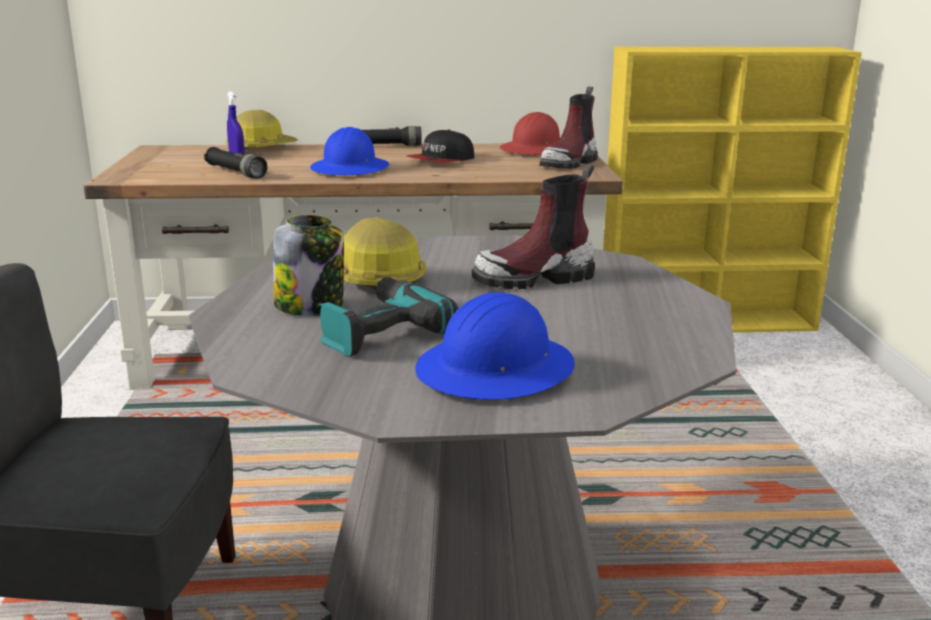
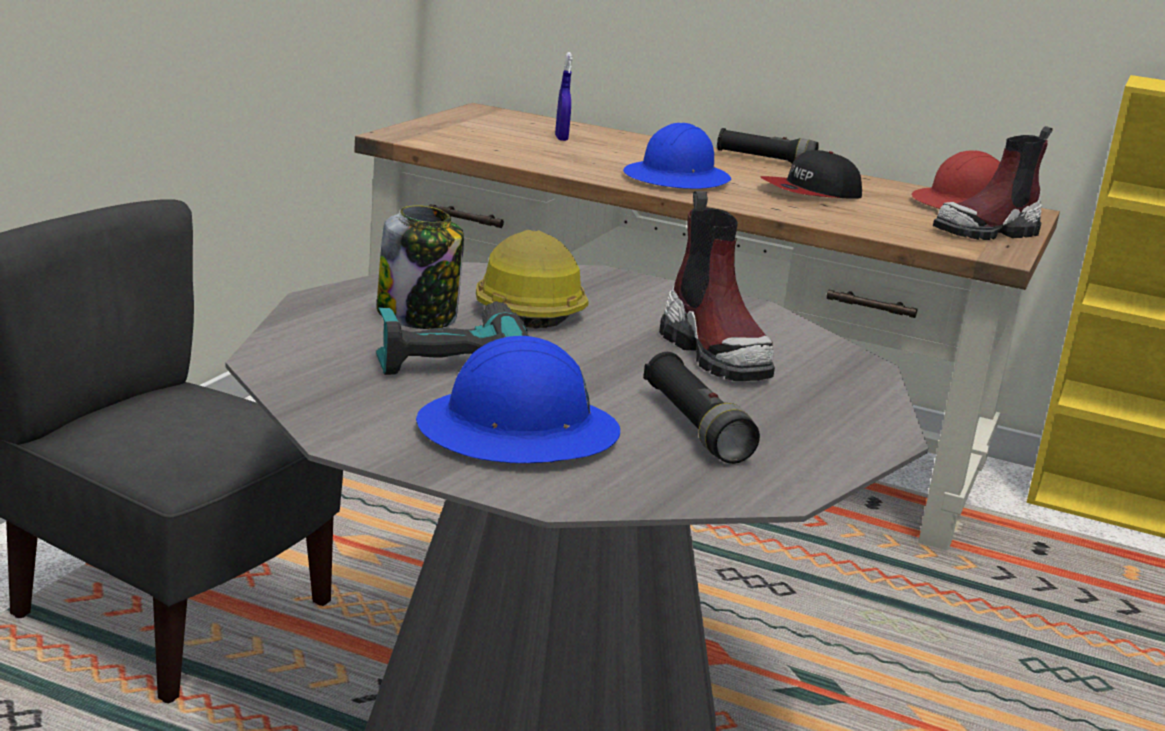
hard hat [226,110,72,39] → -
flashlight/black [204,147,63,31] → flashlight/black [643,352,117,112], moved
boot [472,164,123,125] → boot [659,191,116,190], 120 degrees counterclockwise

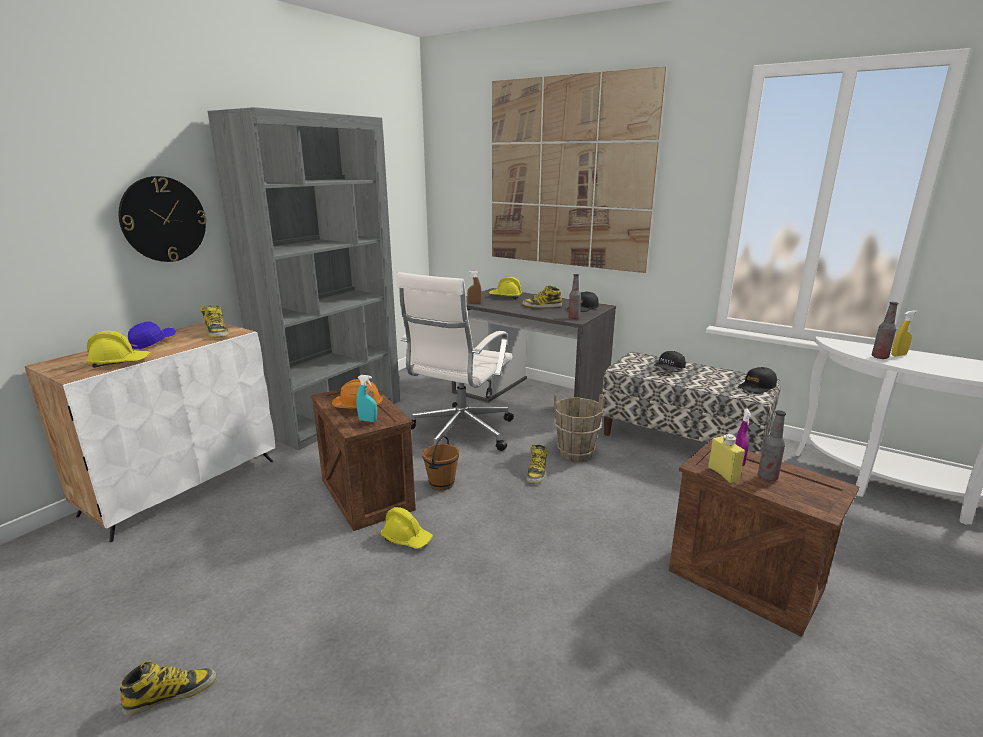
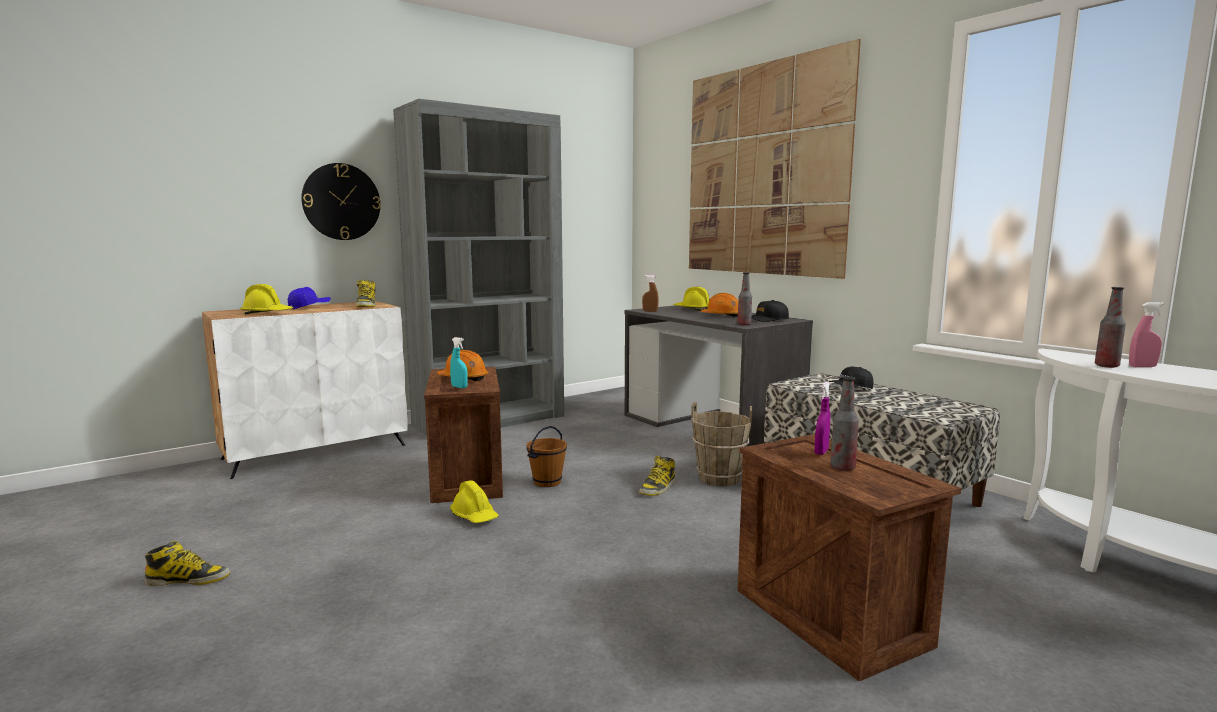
office chair/white [397,272,117,179] → -
bottle/yellow [708,434,37,49] → -
cap/black [738,367,39,27] → -
boot [522,285,40,23] → hard hat/orange [700,293,38,25]
spray bottle/yellow [891,310,26,46] → spray bottle/pink [1129,302,35,65]

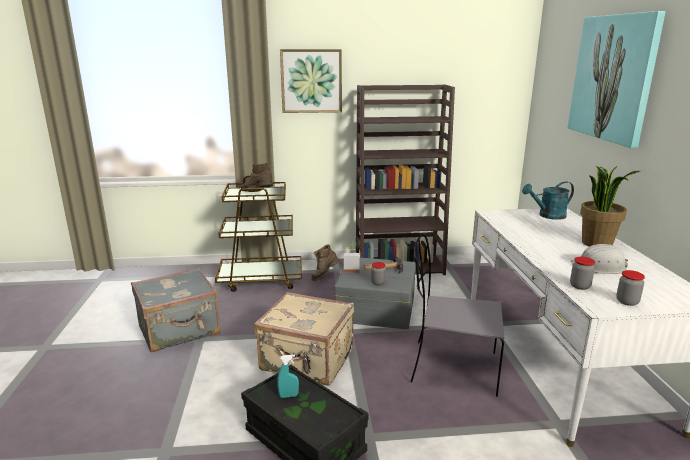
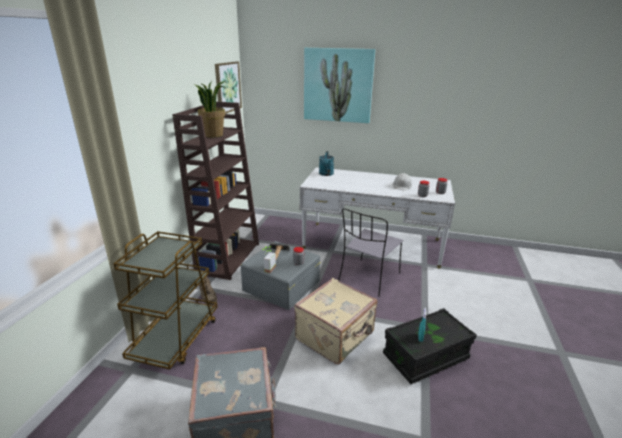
boot/brown [241,163,32,29] → -
picture [280,49,62,64] → picture [215,61,27,53], moved
potted plant [580,166,60,81] → potted plant [195,81,30,56], moved

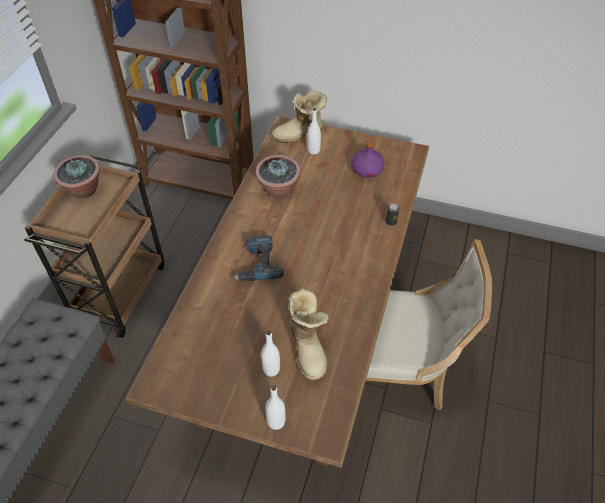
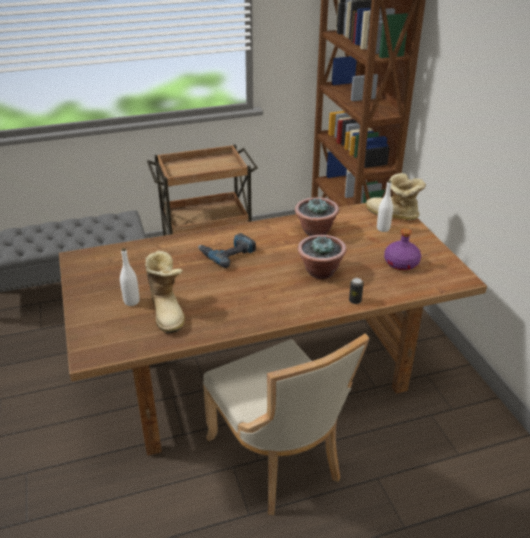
bottle/white [265,385,21,45] → -
potted plant [53,155,47,43] → potted plant [297,235,49,44], moved
boot [289,288,40,92] → boot [145,250,40,83], 60 degrees counterclockwise

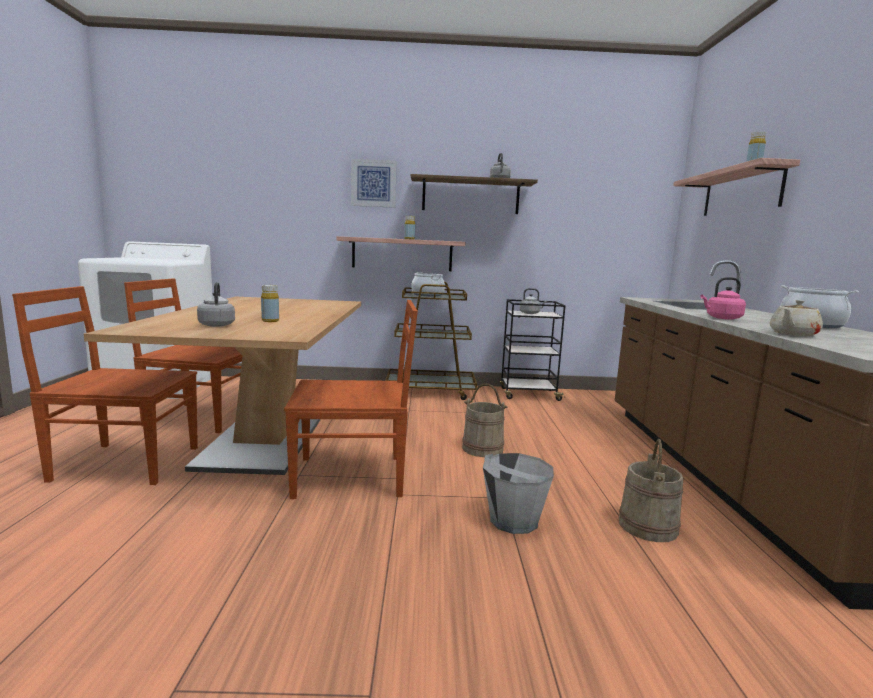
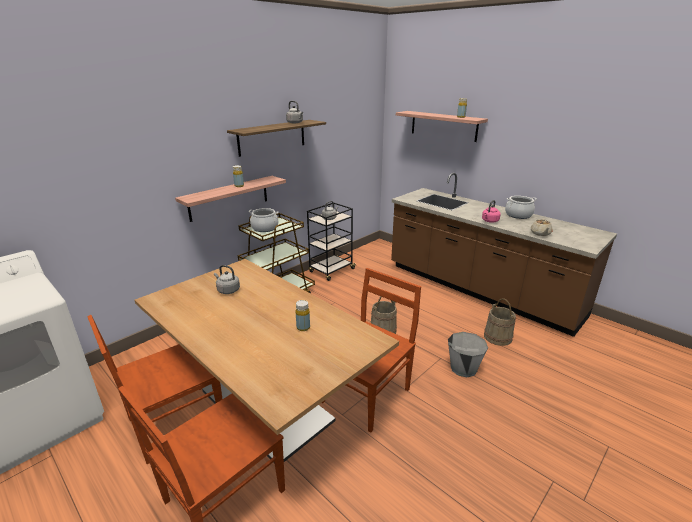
picture [351,159,46,49] → -
kettle/grey [197,282,38,45] → kettle/grey [214,265,26,29], moved

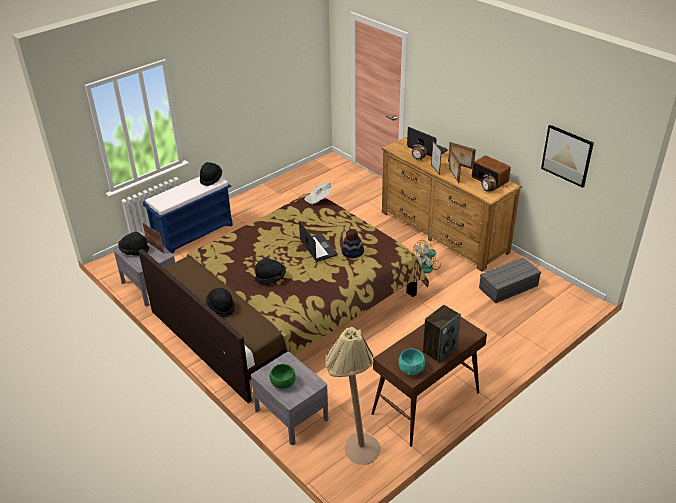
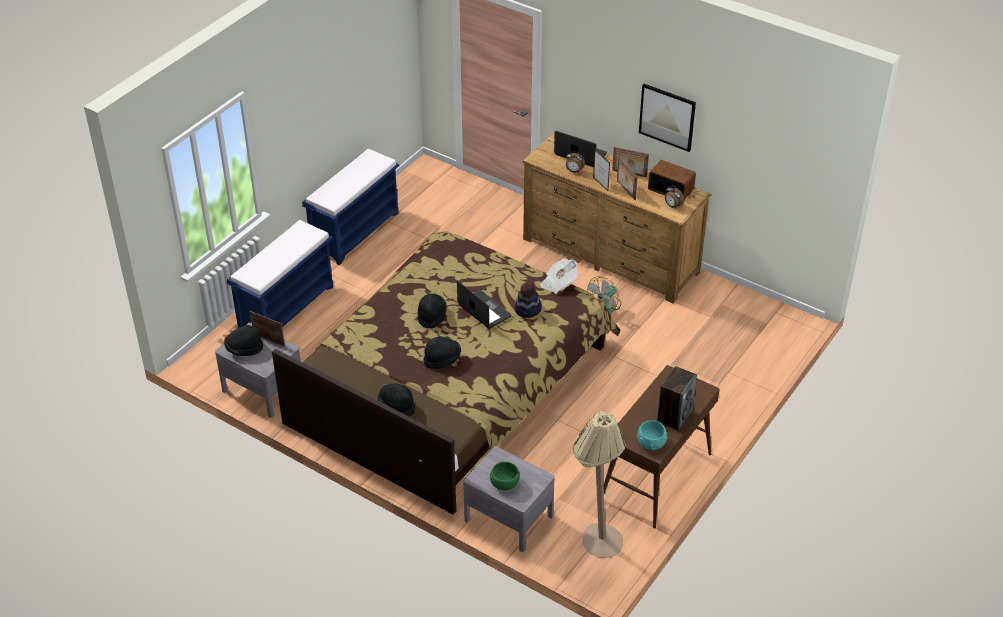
storage box/grey [479,257,62,46] → -
- → bench/blue [302,149,97,116]
hat/black [200,162,22,24] → hat/black [418,293,28,36], moved
newspaper [304,182,28,23] → newspaper [540,258,38,36], moved
picture [541,125,53,63] → picture [639,84,57,68], moved

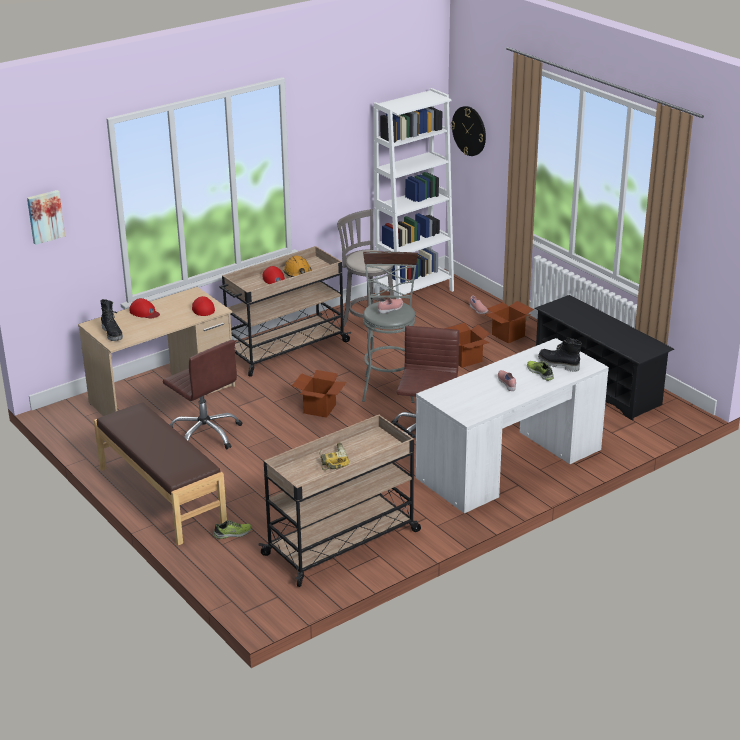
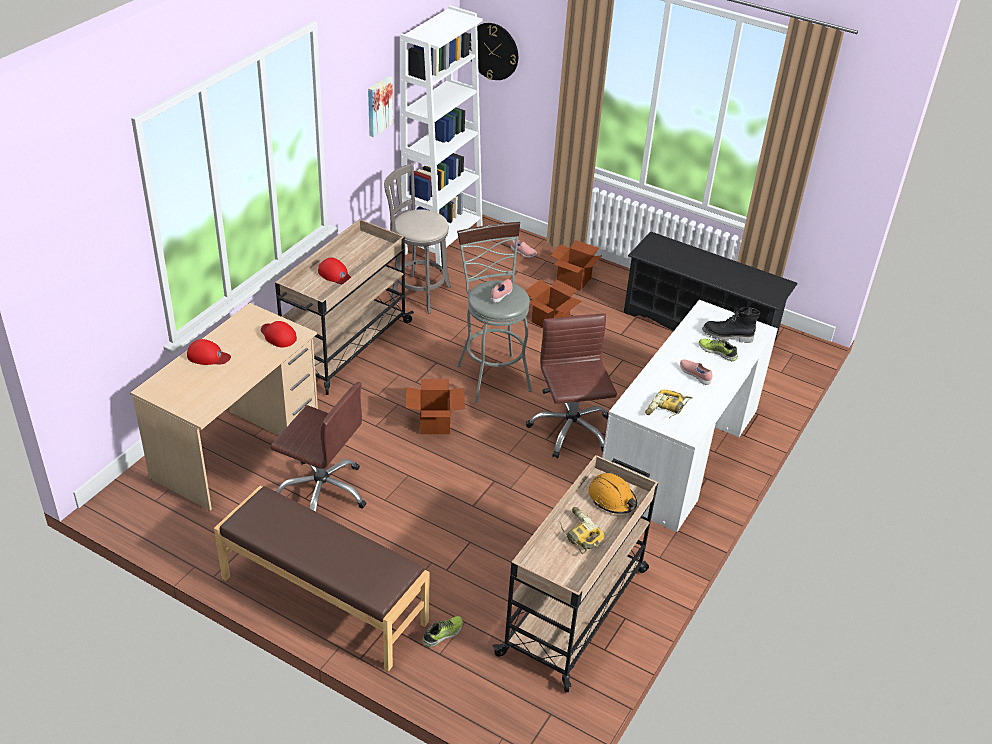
boot/black [100,299,23,42] → -
- → power drill [645,390,48,28]
picture [27,190,38,55] → picture [368,76,25,61], moved
hard hat/orange [284,256,28,21] → hard hat/orange [588,472,49,42], moved

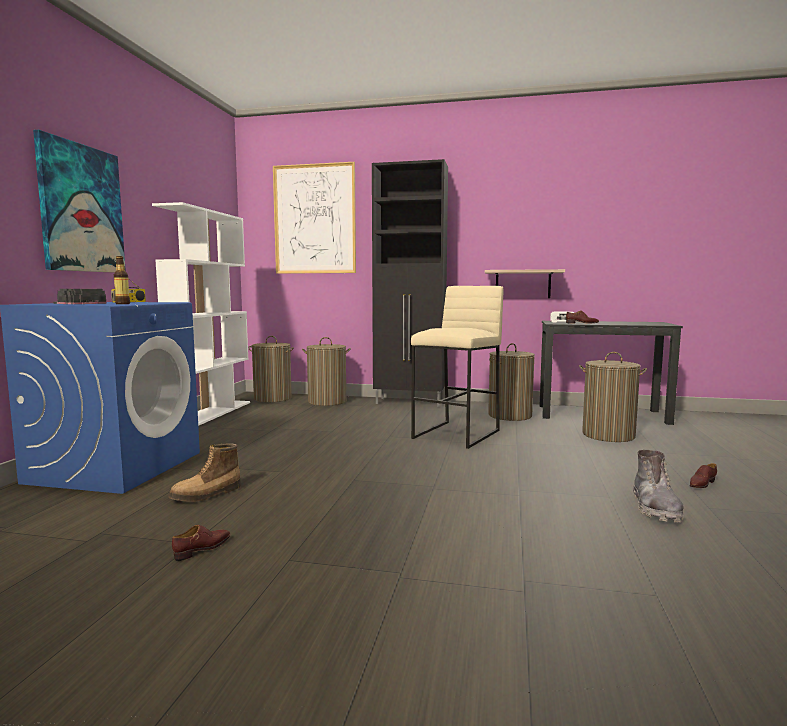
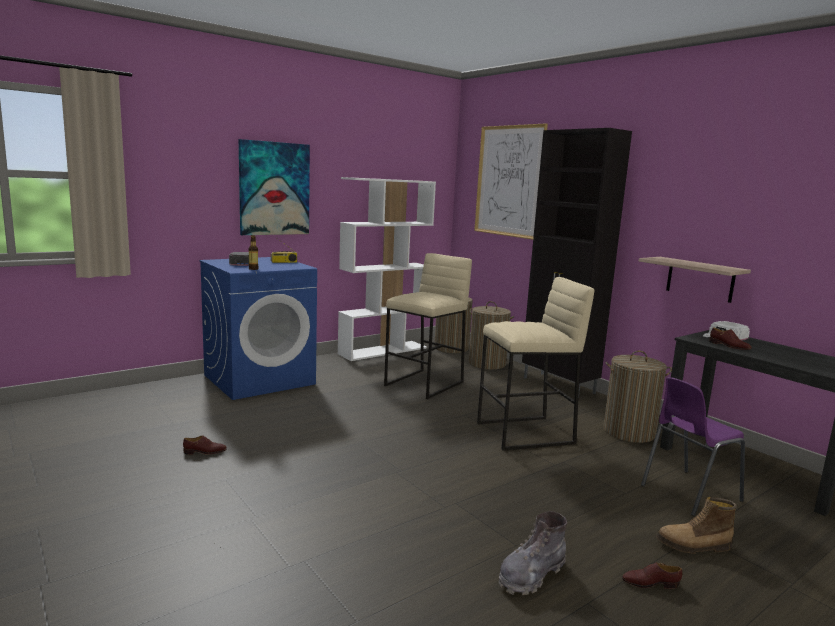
- → stool/beige [384,253,88,146]
boot [168,443,73,59] → boot [656,497,81,57], moved
laundry basket [579,352,68,90] → chair/purple [641,377,104,139]

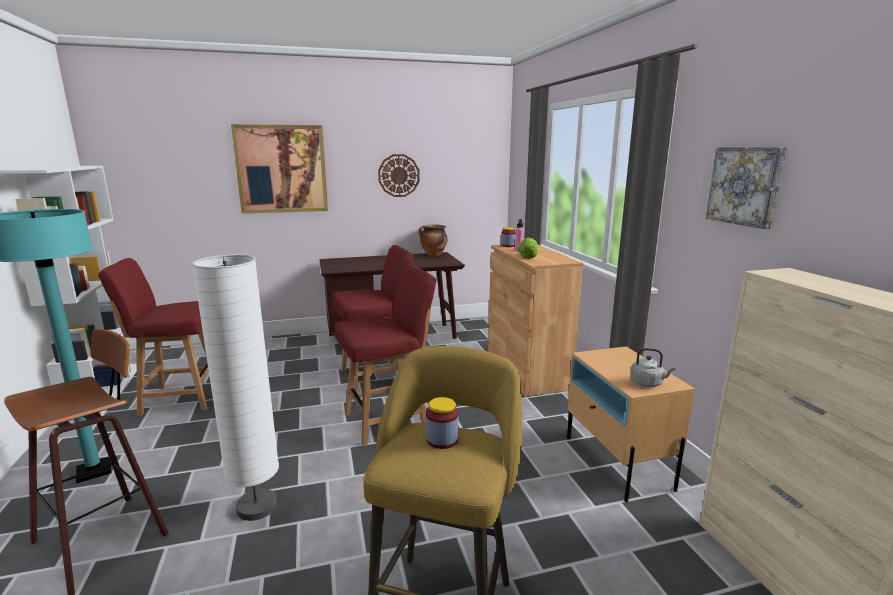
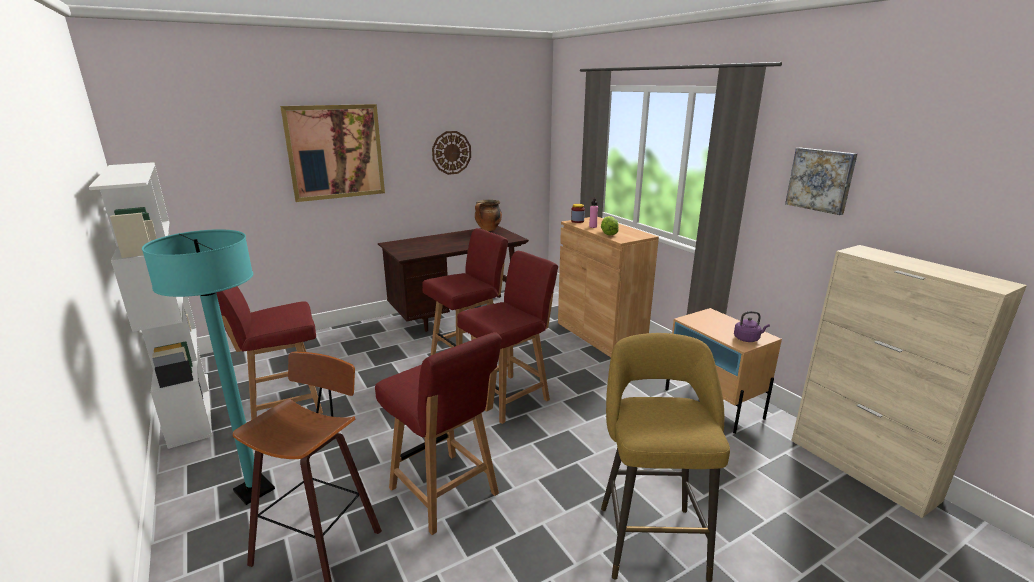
jar [426,397,33,52] → -
floor lamp/white [192,255,87,266] → chair/red [375,332,127,203]
kettle/grey [630,348,46,39] → kettle/purple [734,311,36,31]

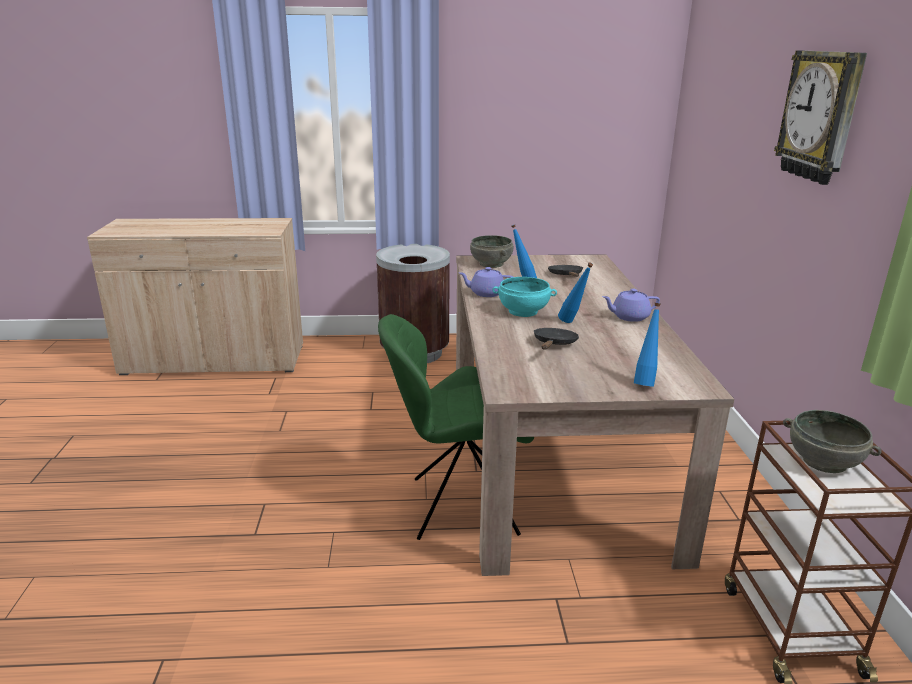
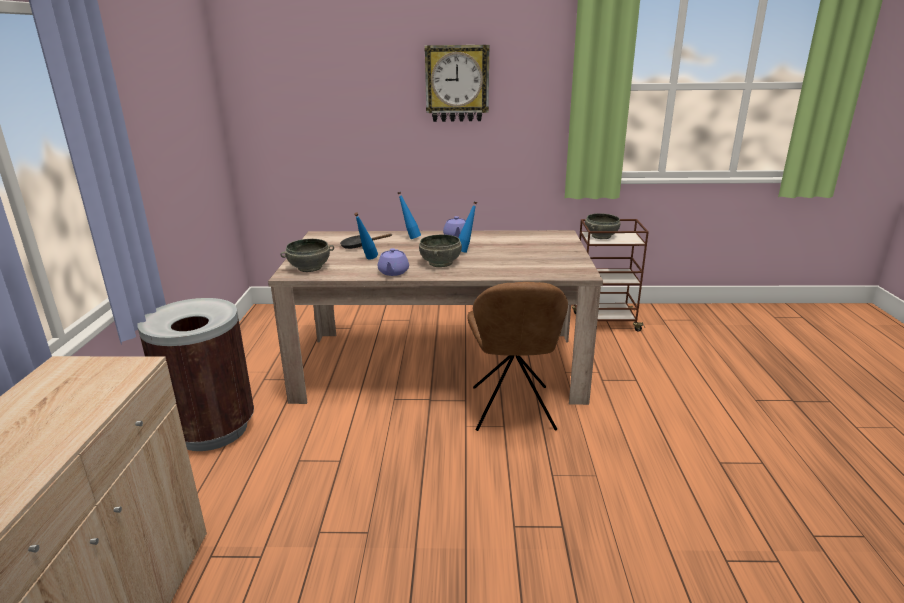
frying pan/black [534,328,45,22] → -
bottle/blue [634,303,27,84] → bottle/blue [398,192,23,47], moved
chair/green [378,314,156,226] → chair/brown [467,282,101,149]
bowl/turquoise [492,277,65,40] → bowl/grey [419,235,43,32]

